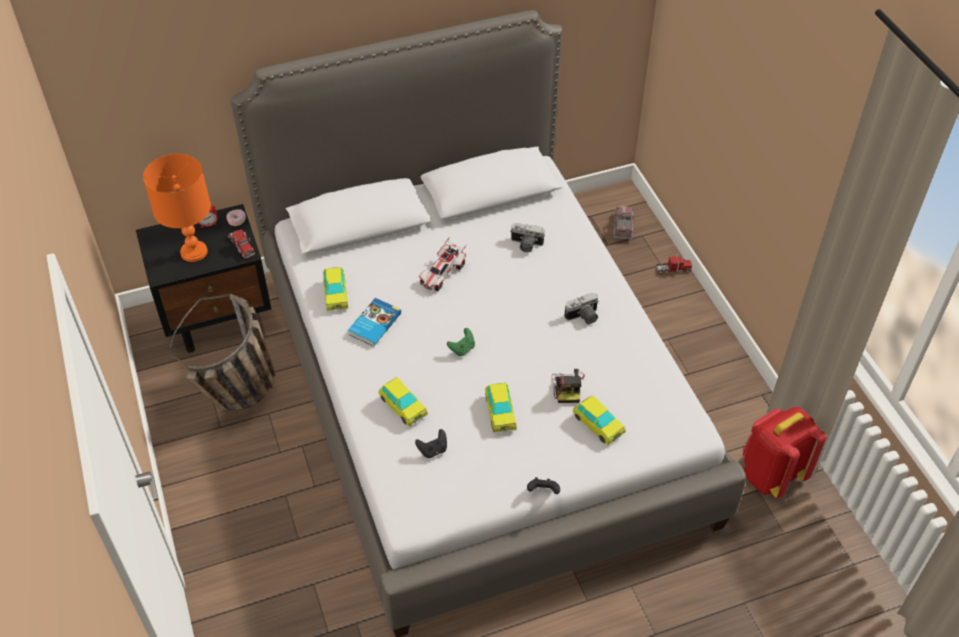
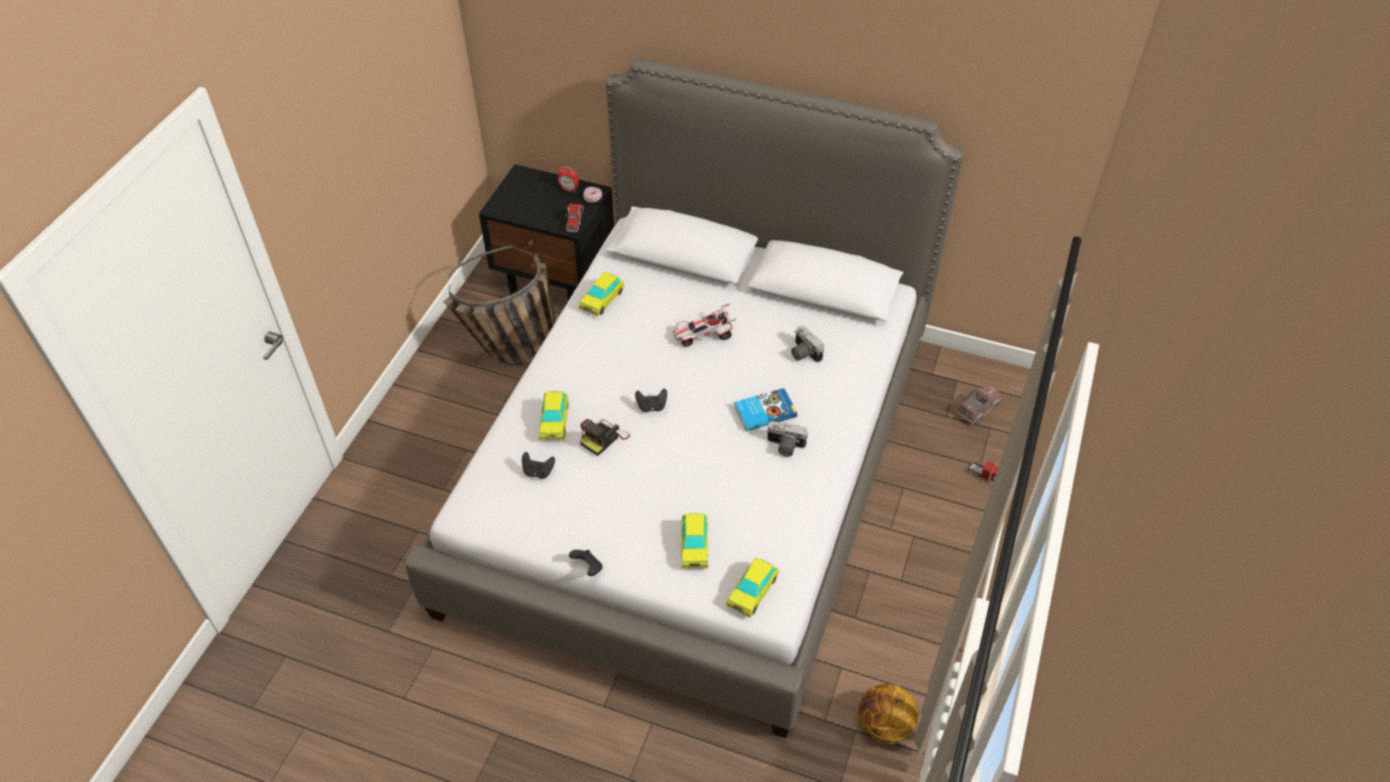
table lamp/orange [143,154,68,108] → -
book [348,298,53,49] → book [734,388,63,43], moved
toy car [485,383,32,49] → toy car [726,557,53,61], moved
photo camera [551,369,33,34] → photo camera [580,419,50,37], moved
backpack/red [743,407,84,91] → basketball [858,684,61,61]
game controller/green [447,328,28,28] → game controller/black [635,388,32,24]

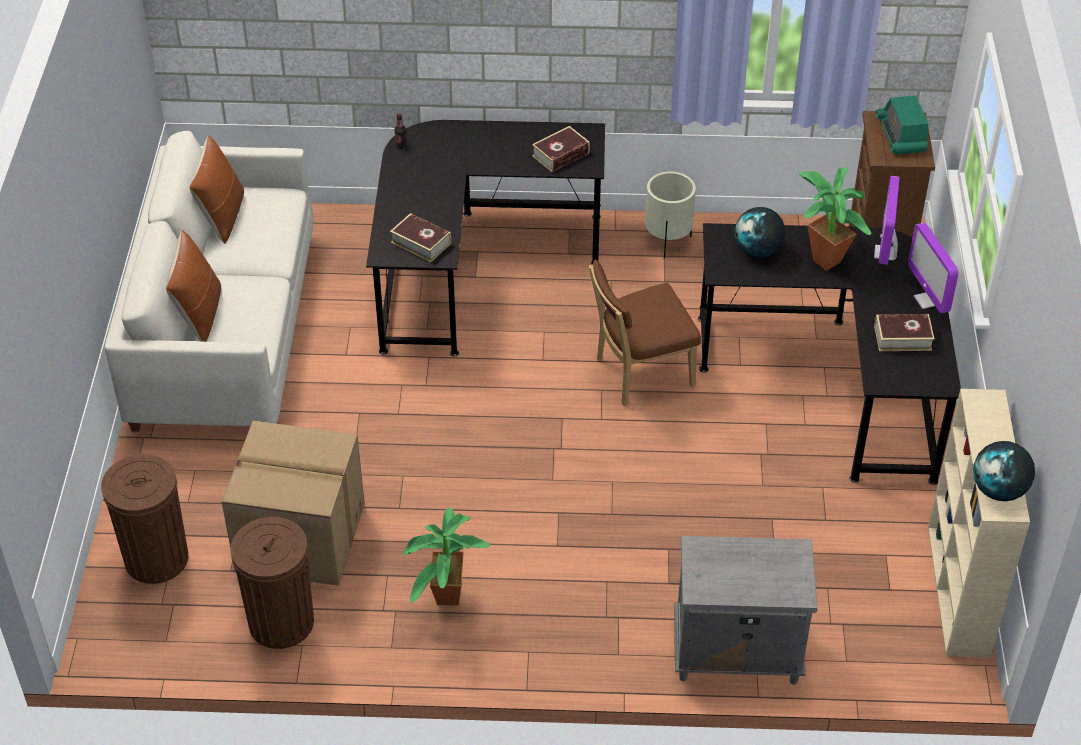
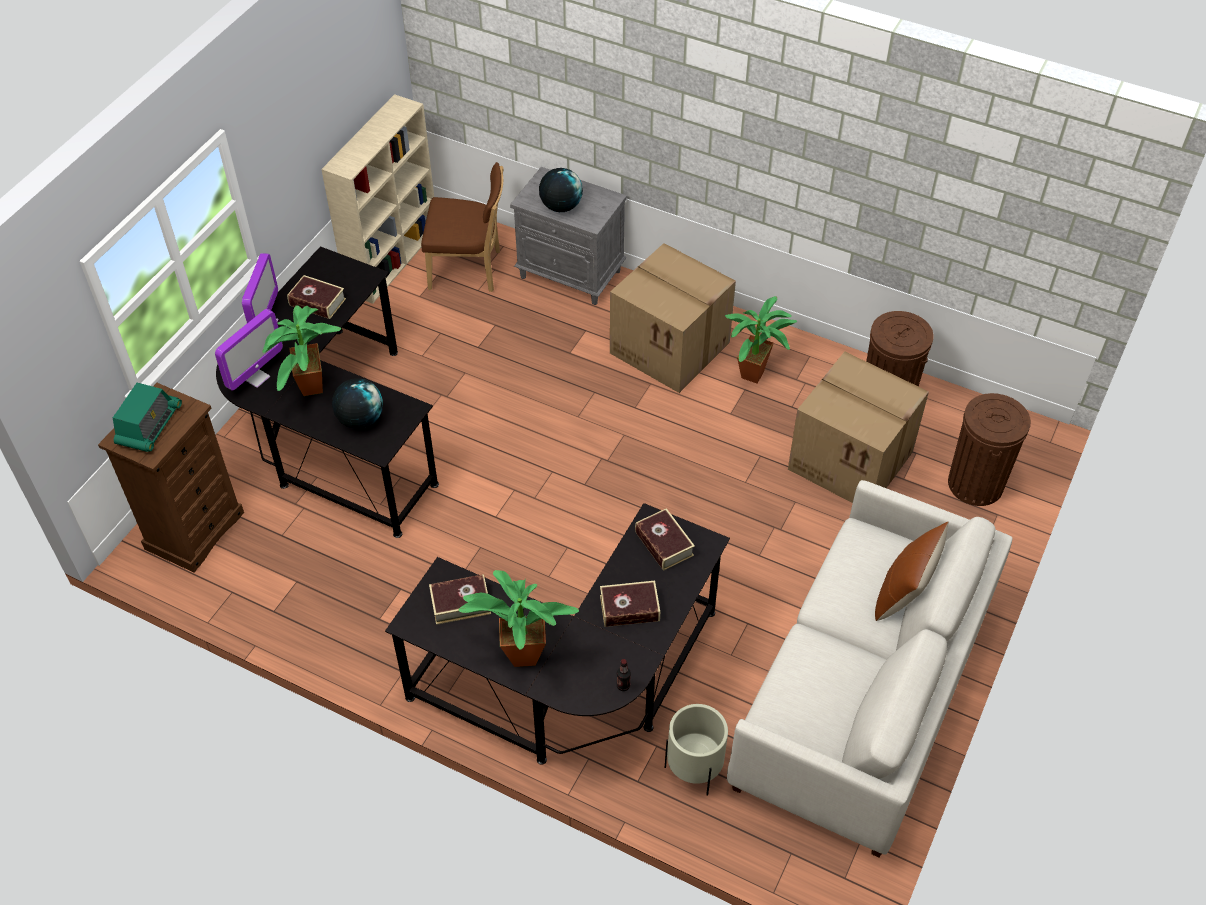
pillow/brown [190,135,54,109] → -
- → potted plant [459,570,120,97]
- → book [600,581,60,46]
- → cardboard box [610,243,126,150]
chair/brown [589,260,112,146] → chair/brown [421,162,83,130], moved
planter/beige [645,171,51,88] → planter/beige [665,704,63,92], moved
globe [973,441,62,60] → globe [539,168,44,44], moved

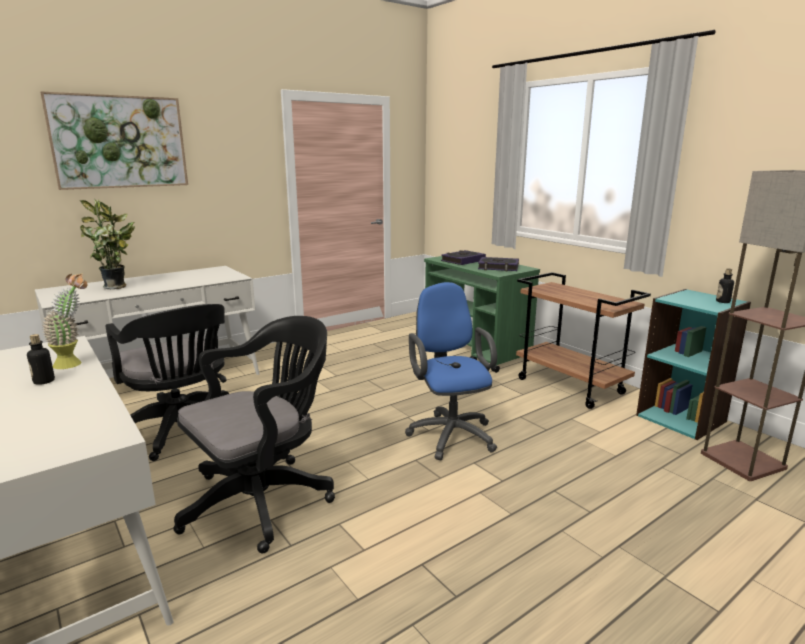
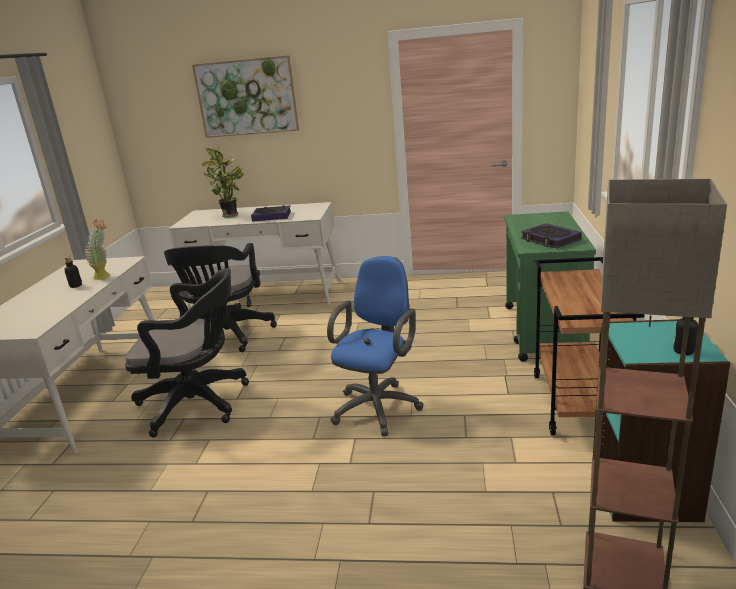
book [441,250,45,15] → book [251,205,40,17], moved

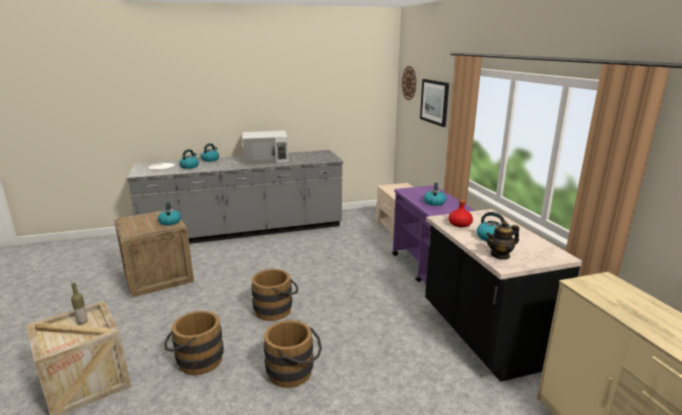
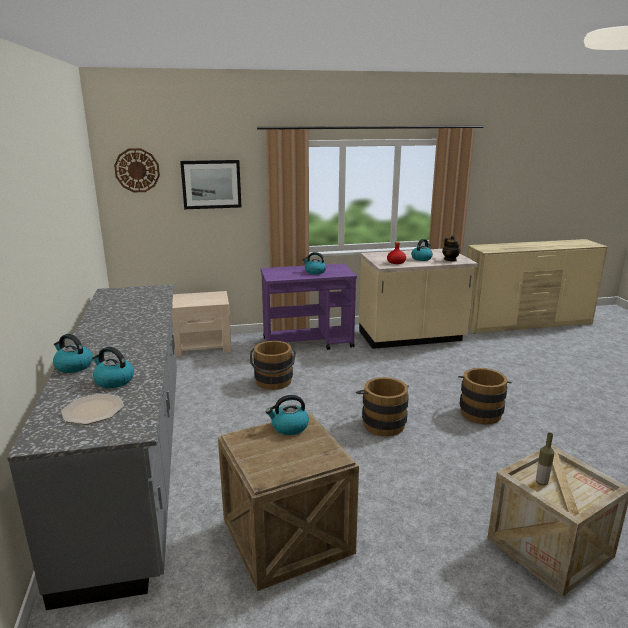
microwave/white [242,131,47,34] → -
bucket/brown [164,311,60,64] → bucket/brown [250,341,46,49], moved
counter/black [425,209,157,173] → counter/beige [359,249,119,100]

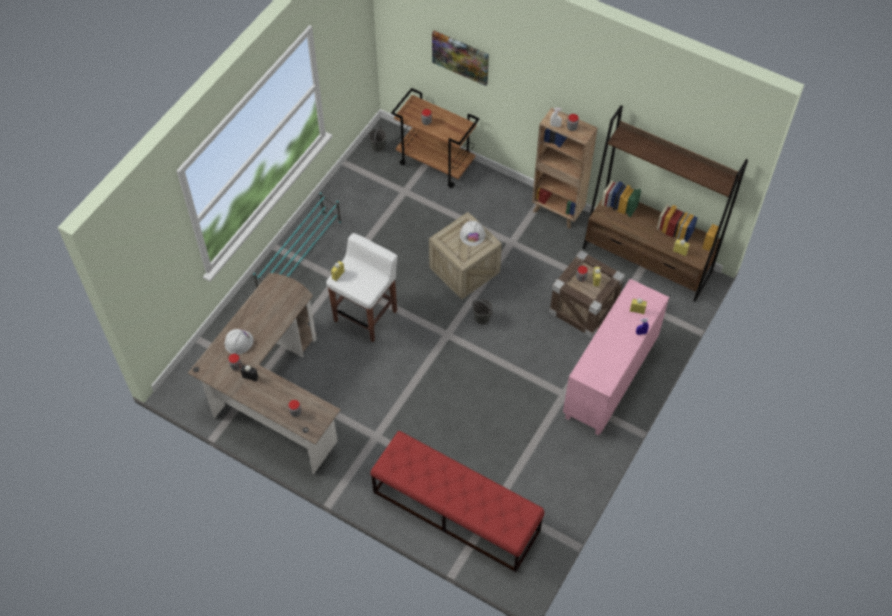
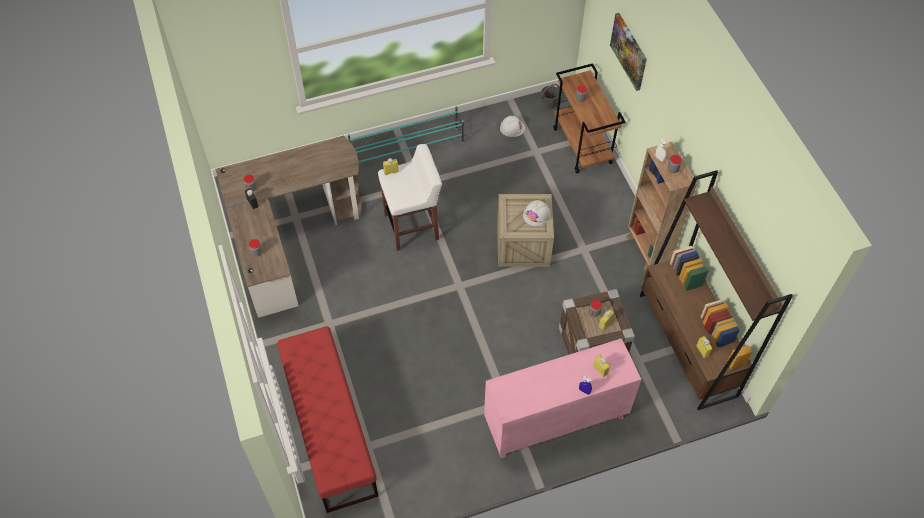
bucket/grey [473,299,20,25] → -
hard hat/white [224,329,29,25] → hard hat/white [500,116,25,21], moved

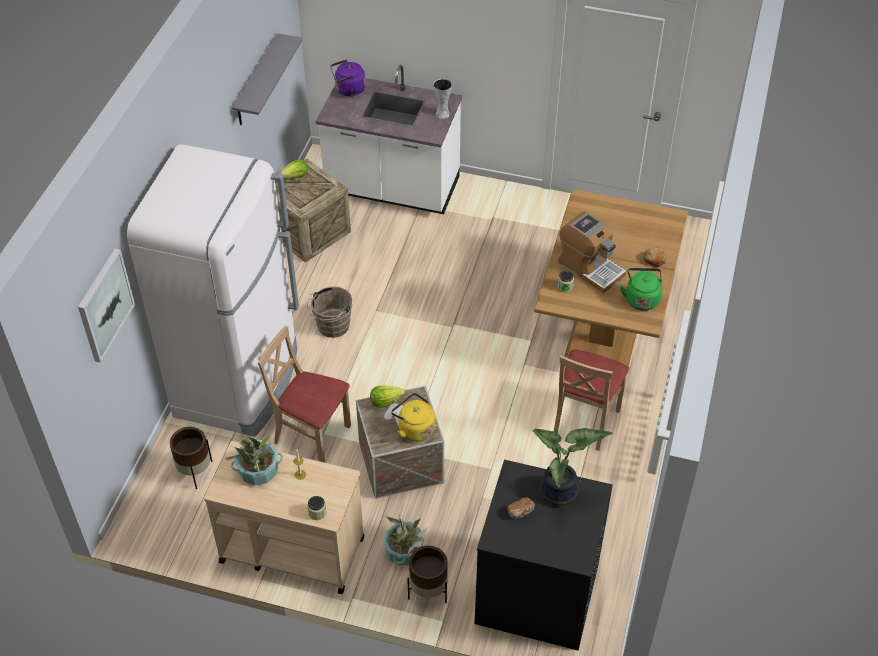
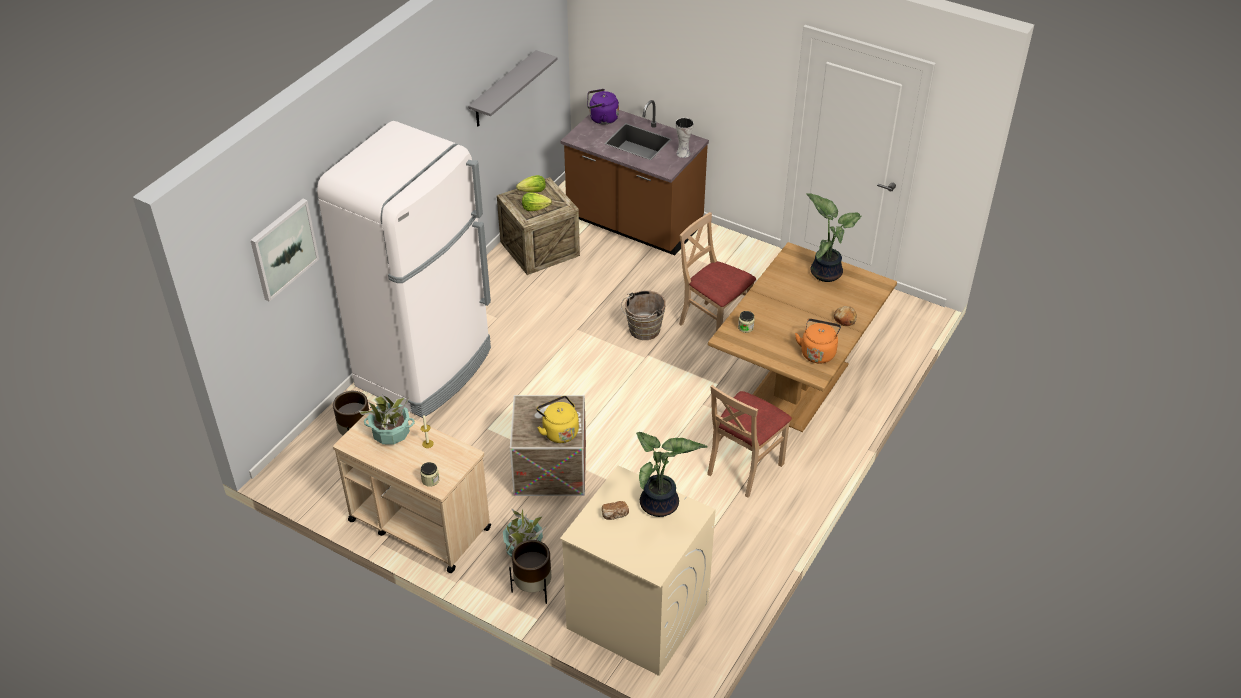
coffee machine [558,211,68,82] → -
- → potted plant [806,193,55,89]
chair/beige [258,326,93,137] → chair/beige [679,212,77,138], moved
bucket/brown [307,286,45,52] → bucket/brown [621,290,45,50], moved
lettuce [370,386,35,22] → lettuce [522,193,30,18], moved
counter/white [316,65,146,149] → counter/brown [561,100,148,155]
washing machine/black [474,460,139,191] → washing machine/beige [560,465,156,211]
kettle/green [620,268,42,43] → kettle/orange [795,319,46,45]

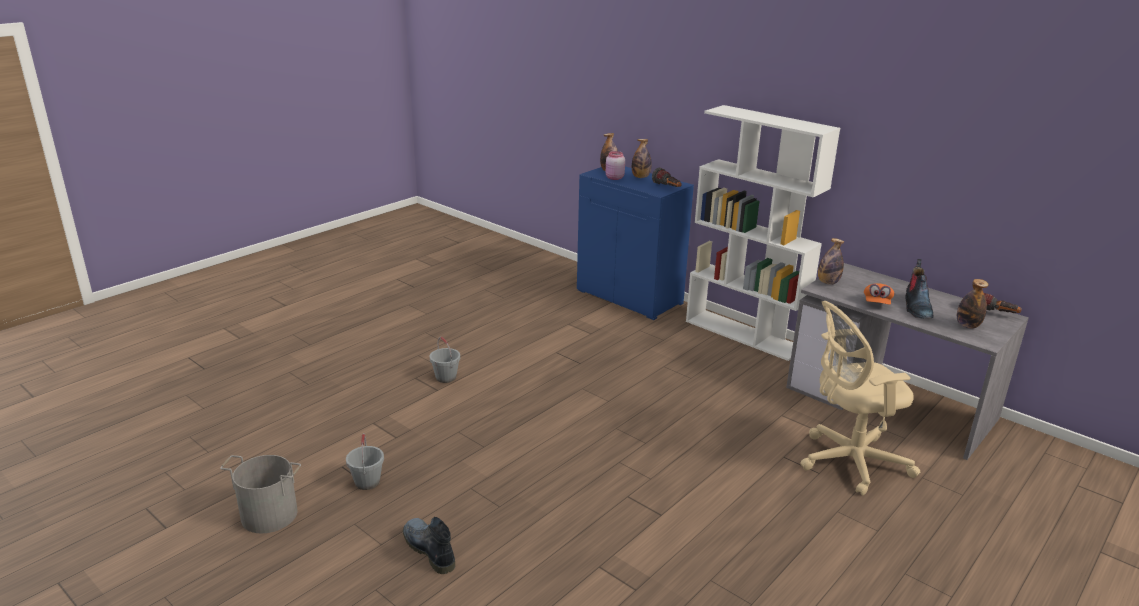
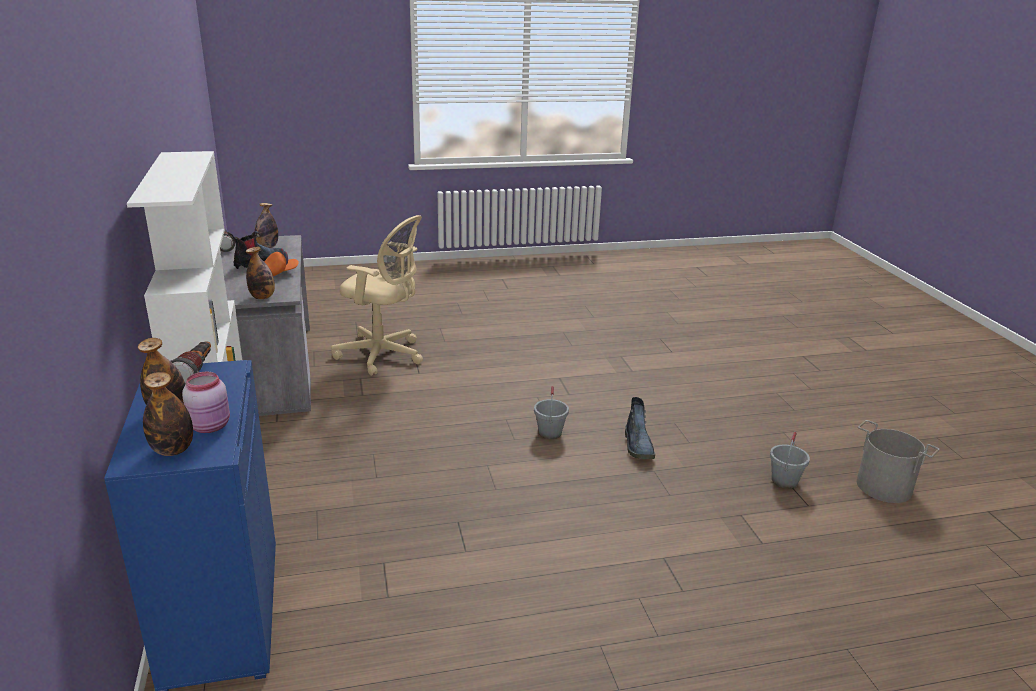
boot [403,517,52,57] → boot [625,397,30,62], moved
bucket/grey [430,337,30,46] → bucket/grey [534,386,35,53], moved

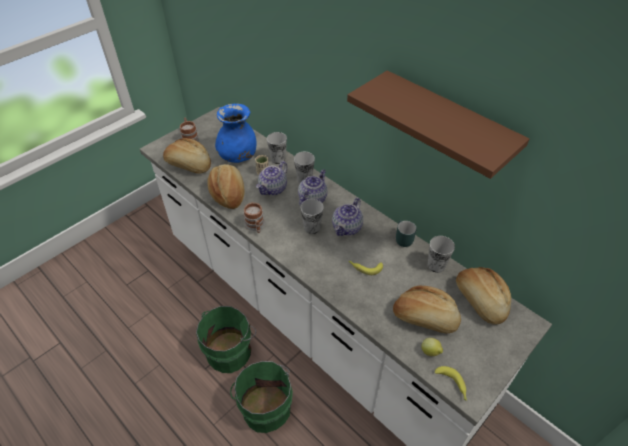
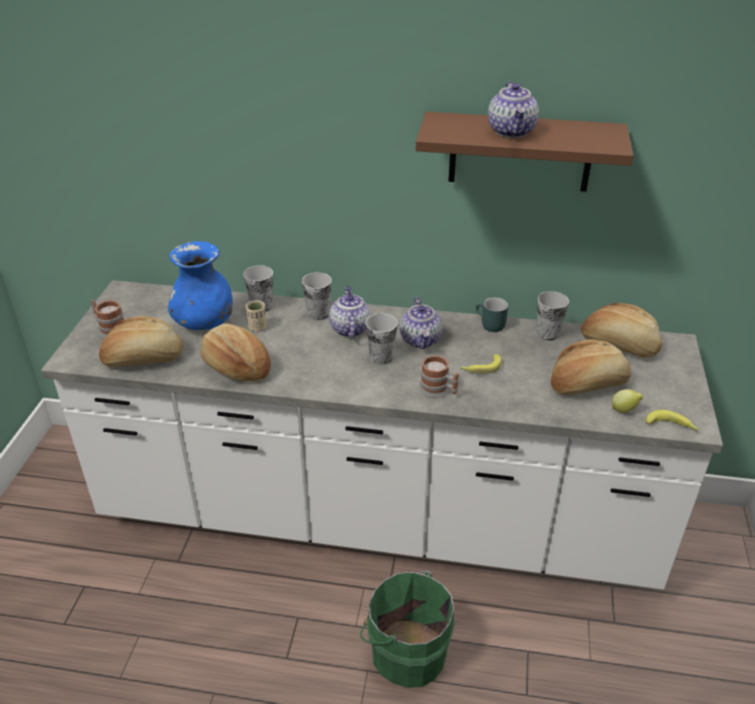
bucket/green [196,306,60,67] → -
mug [244,202,21,31] → mug [419,355,40,43], moved
teapot [256,161,31,34] → teapot [488,82,51,56], moved

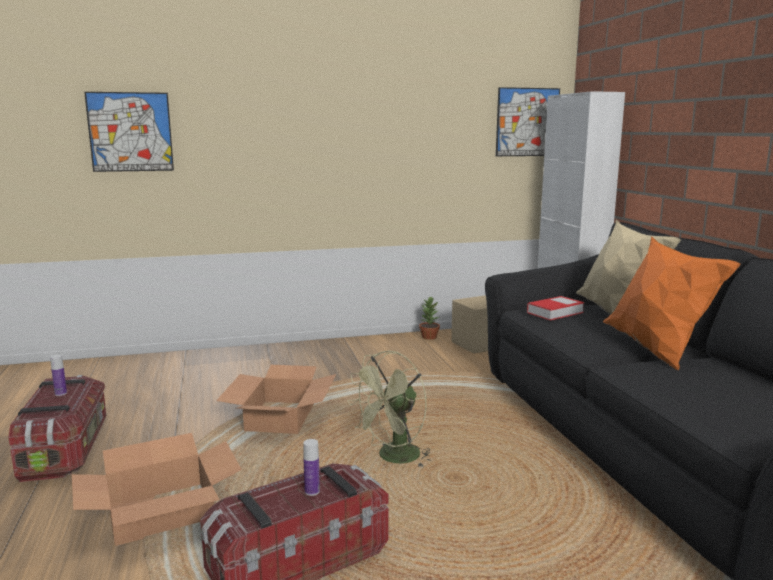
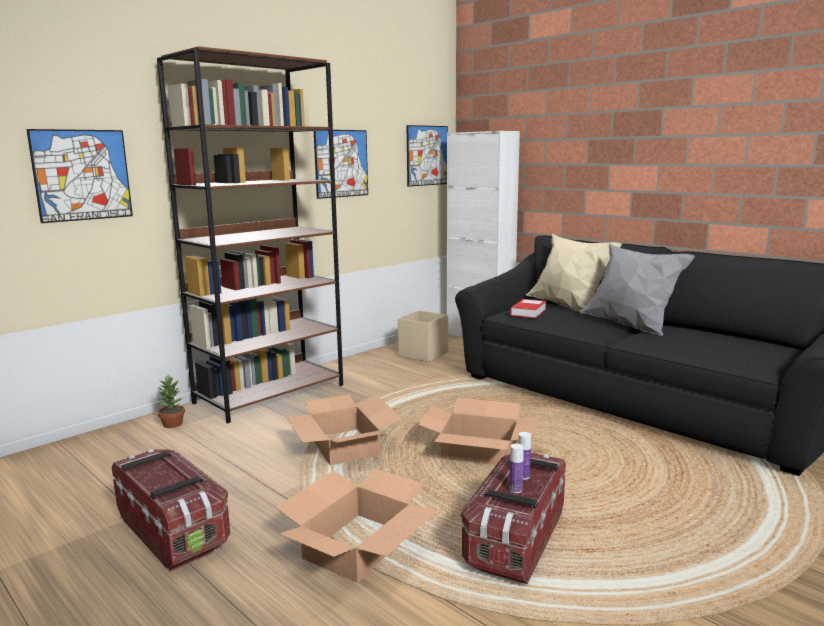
- → bookcase/brown [157,46,186,378]
- → picture [314,130,54,69]
bottle [50,355,17,41] → bottle [509,444,15,49], moved
potted plant [419,297,21,43] → potted plant [158,375,27,53], moved
fan/green [347,351,84,117] → cardboard box [419,398,121,67]
pillow/orange [603,236,138,134] → pillow/grey [580,243,115,93]

